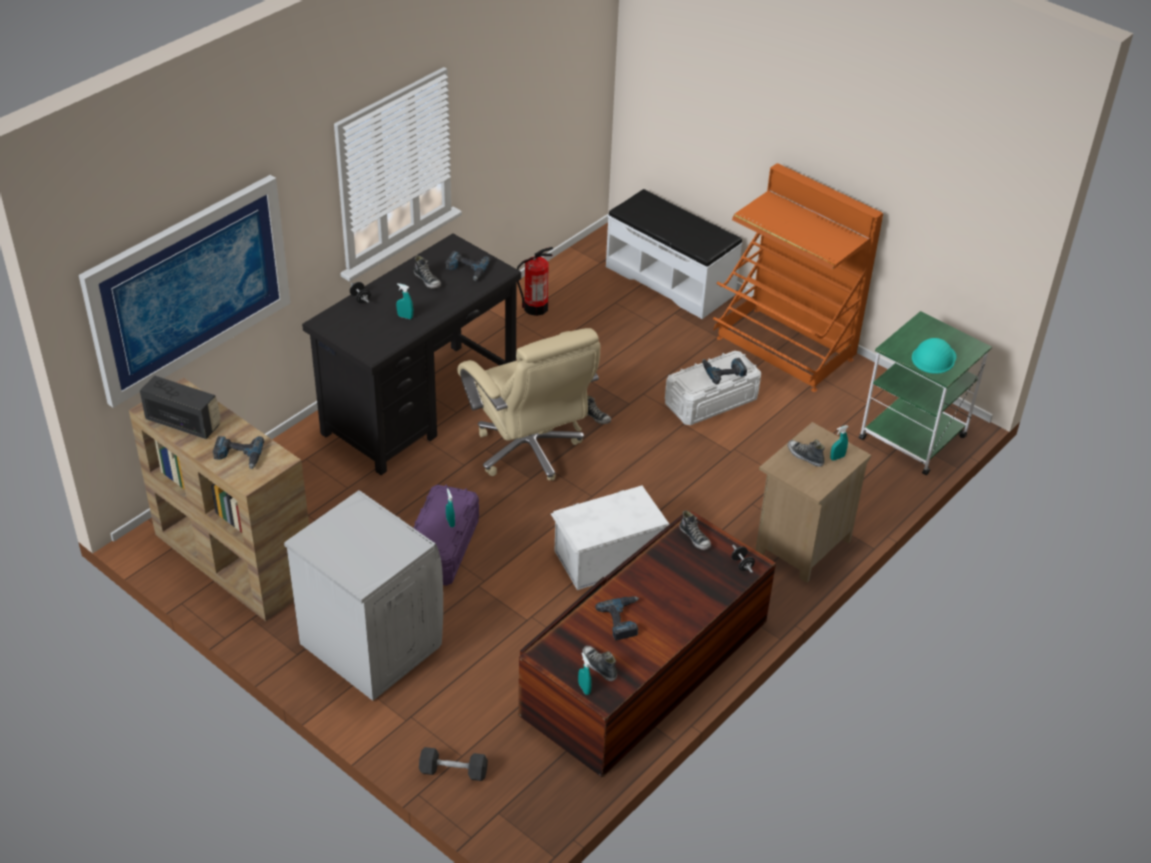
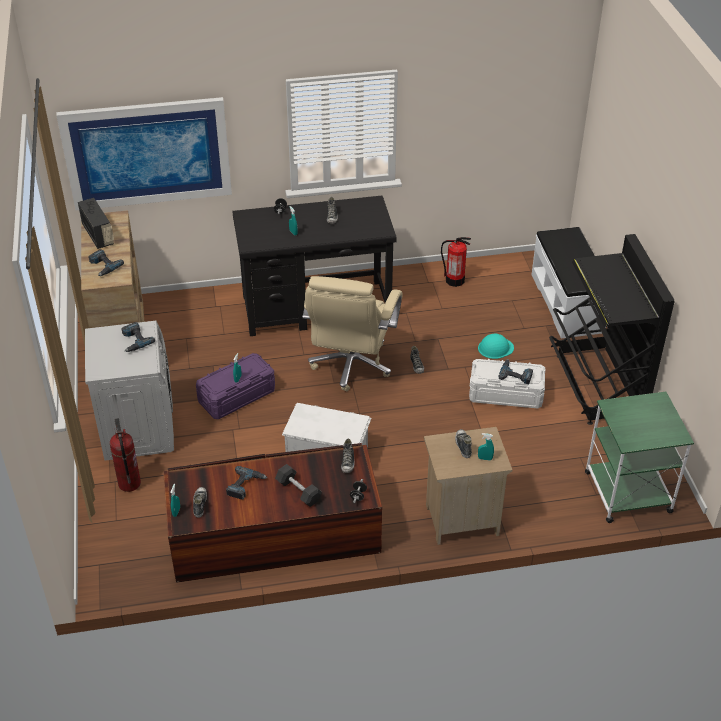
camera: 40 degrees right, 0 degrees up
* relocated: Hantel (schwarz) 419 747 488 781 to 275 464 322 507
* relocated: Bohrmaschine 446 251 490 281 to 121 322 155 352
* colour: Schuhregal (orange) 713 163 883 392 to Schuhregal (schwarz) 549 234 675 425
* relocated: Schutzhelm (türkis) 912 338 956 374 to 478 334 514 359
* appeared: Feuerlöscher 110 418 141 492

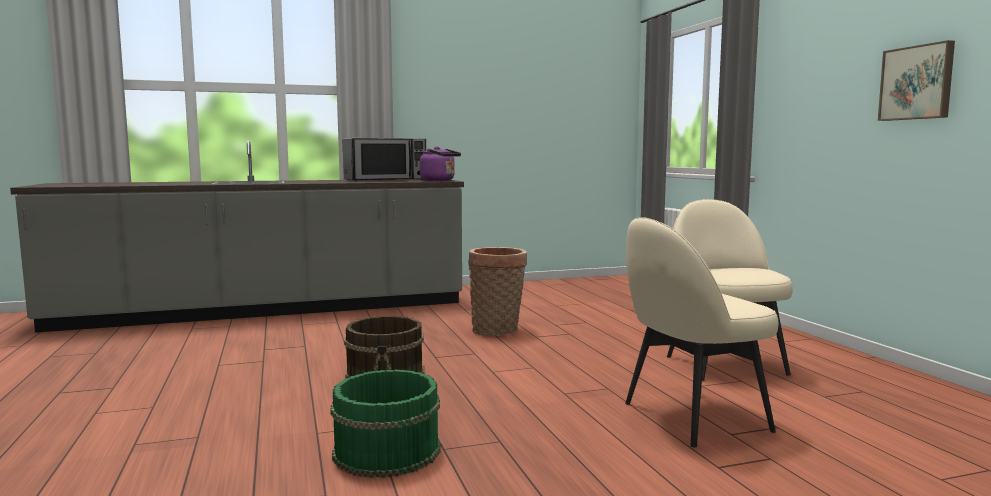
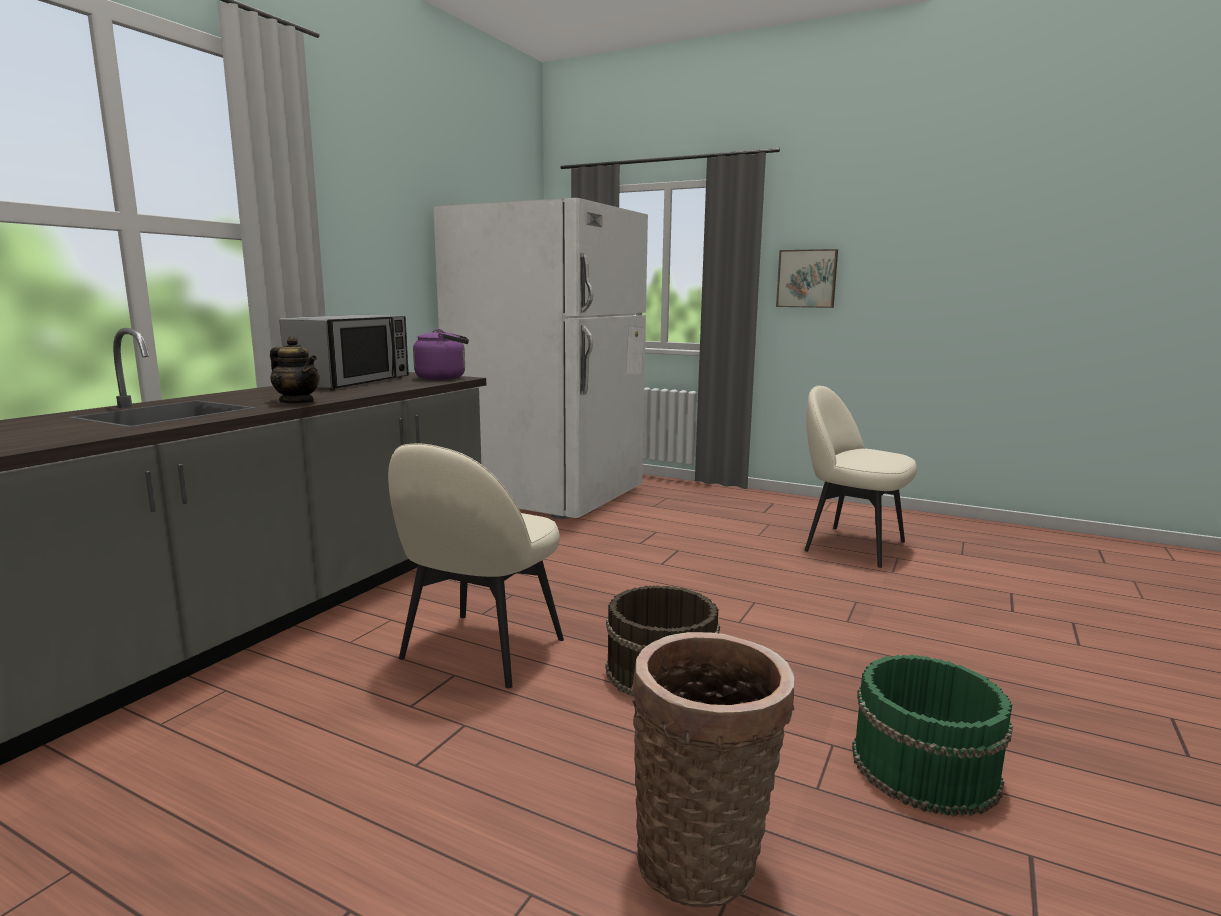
camera: 45 degrees left, 5 degrees up
* relocated: Korb 468 247 527 336 to 631 632 795 908
* relocated: Stuhl (beige) 625 217 778 448 to 388 444 564 688
* relocated: Bild 878 40 955 121 to 776 249 838 308
* appeared: Teekanne 270 336 320 403
* appeared: Kühlschrank (weiß) 434 198 648 519

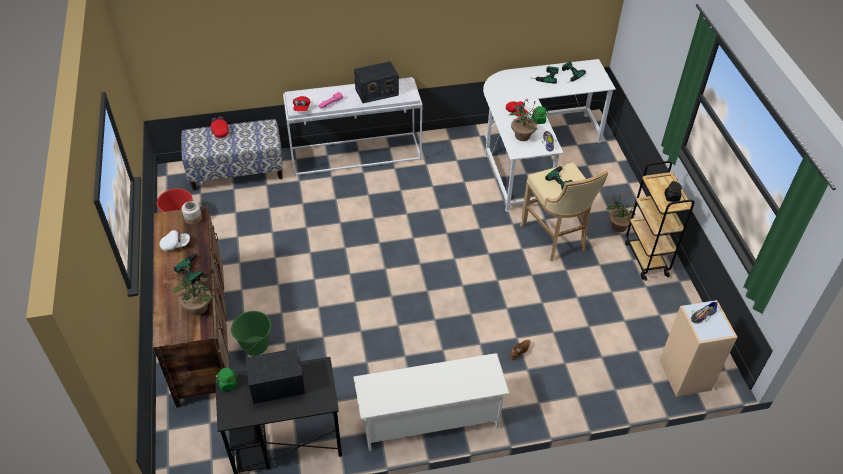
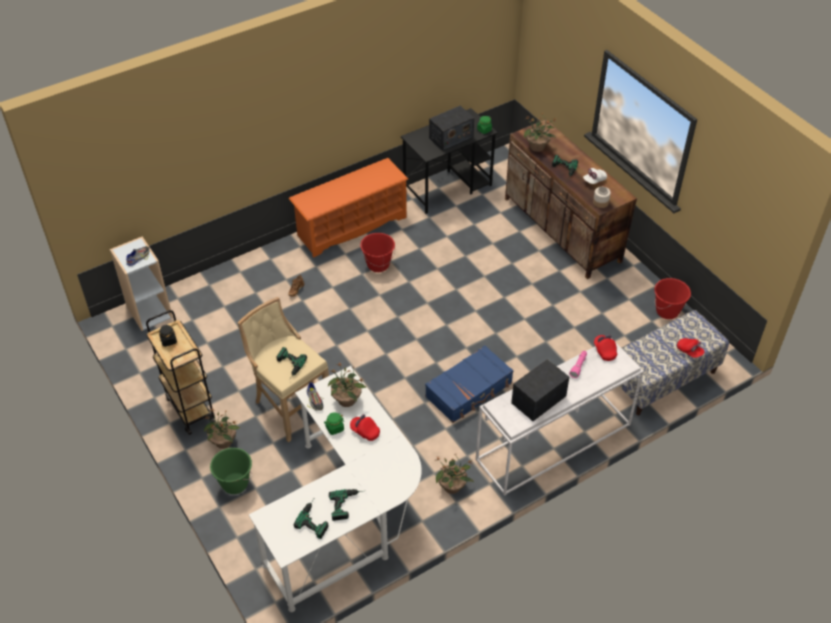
camera: 160 degrees right, 0 degrees up
* relocated: Eimer (grün) 231 311 271 356 to 210 448 252 494
* colour: Schuhregal (weiß) 354 353 510 451 to Schuhregal (orange) 289 158 408 258
* appeared: Eimer (rot) 360 233 395 272
* appeared: Koffer (blau) 425 345 513 423
* appeared: Topfpflanze 435 454 474 494

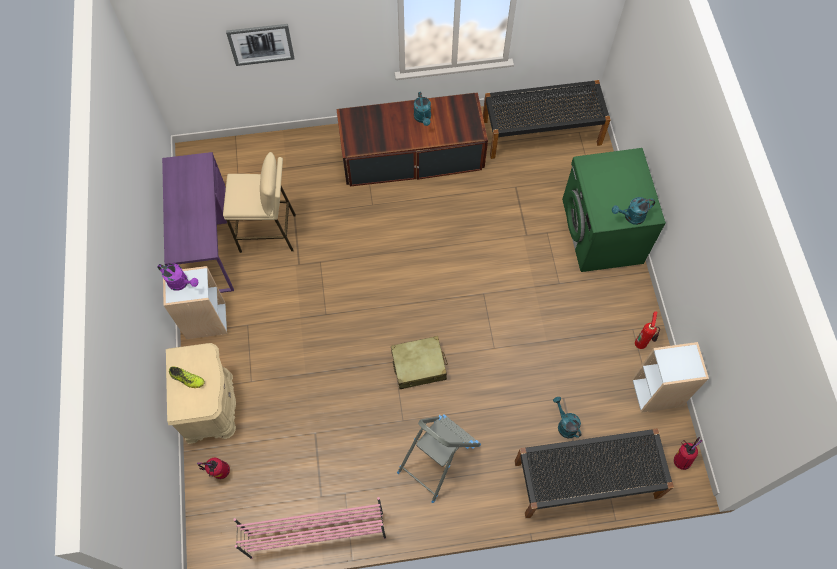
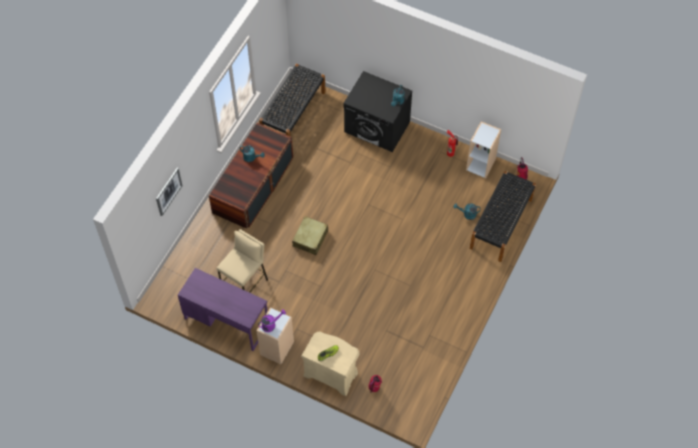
camera: 55 degrees left, 5 degrees down
* missing: Schuhregal (rosa) 233 497 386 559
* relocated: Koffer (beige) 391 336 448 389 to 292 216 328 255
* missing: Trittleiter (grau) 397 414 481 503
* colour: Waschmaschine (grün) 562 148 666 272 to Waschmaschine (schwarz) 344 71 412 152

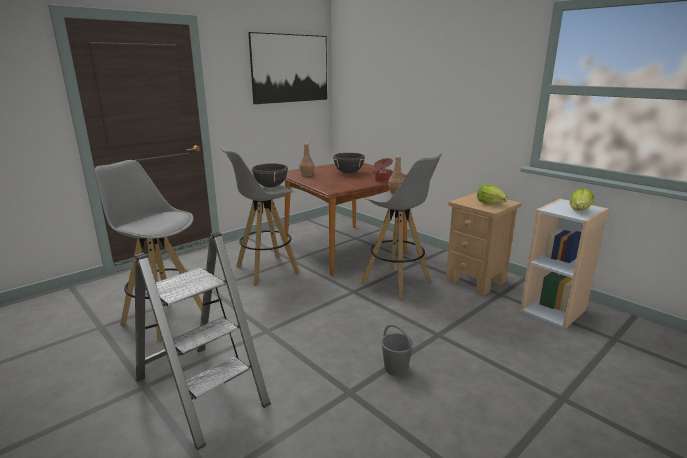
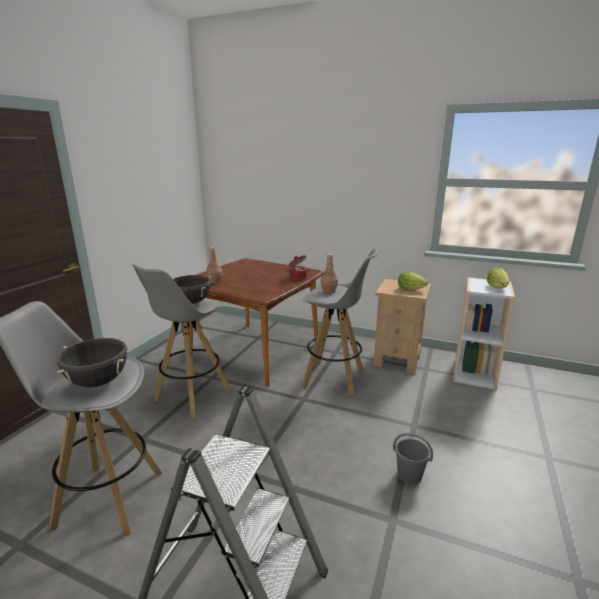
camera: 25 degrees left, 0 degrees up
* missing: Bild 248 32 327 104
* relocated: Kochtopf (schwarz) 333 153 365 173 to 56 337 127 387

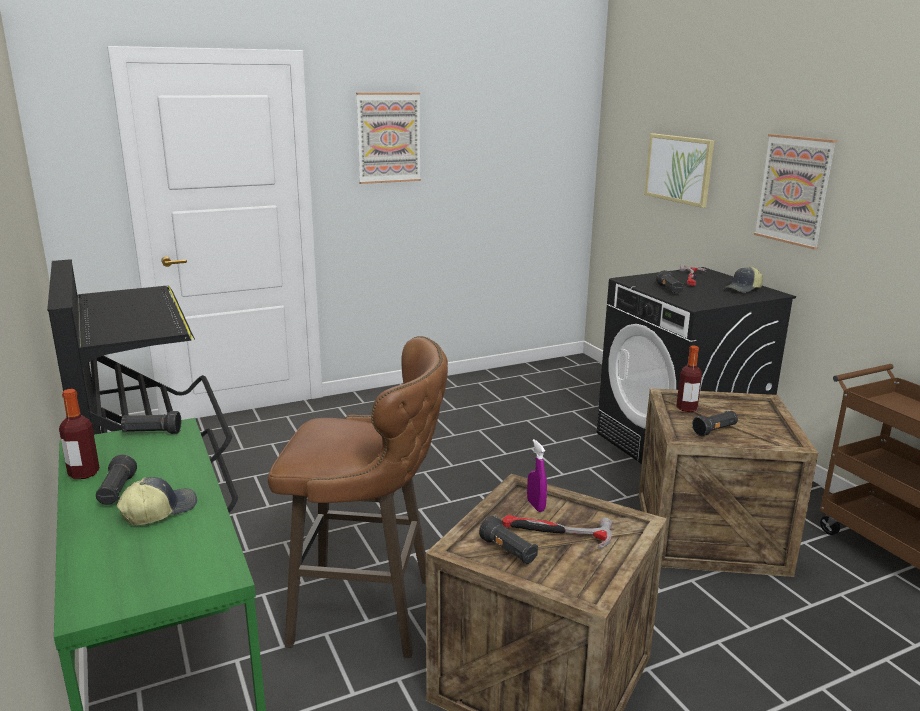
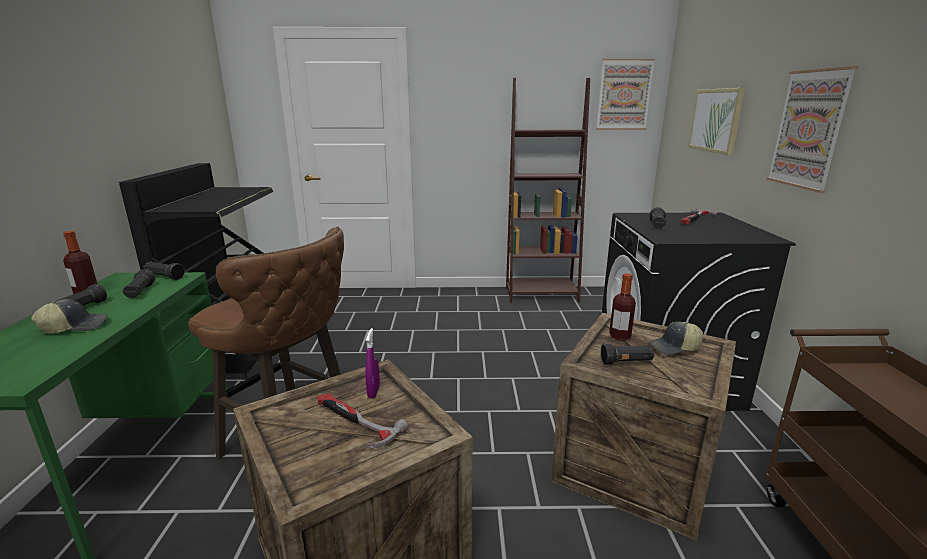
camera: 25 degrees right, 0 degrees up
* relocated: Bild 356 93 421 184 to 596 59 655 130
* relocated: Taschenlampe (schwarz) 479 516 538 564 to 123 269 155 298
* relocated: Kappe 724 266 763 293 to 648 322 703 355
* appeared: Bücherregal (braun) 506 78 590 303

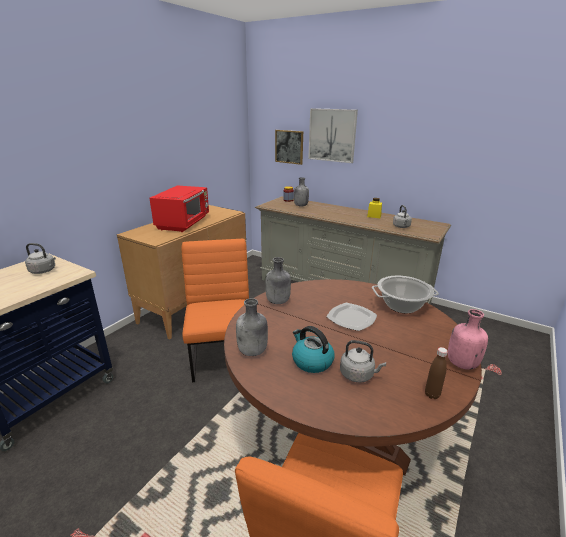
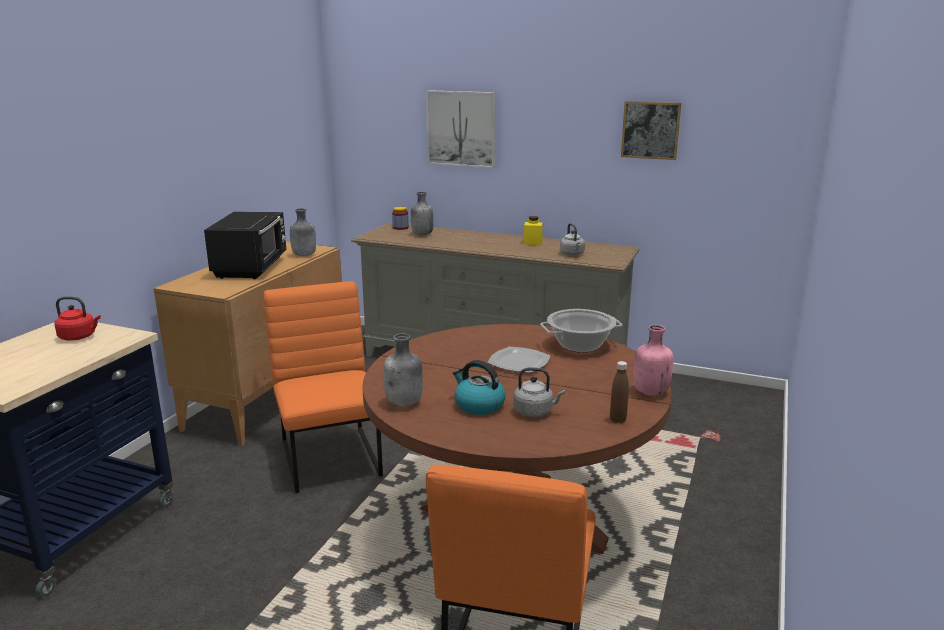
camera: 10 degrees left, 5 degrees down
* colour: Wasserkessel (grau) 25 243 56 274 to Wasserkessel (rot) 54 297 101 341
* colour: Mikrowelle (rot) 149 186 209 232 to Mikrowelle (schwarz) 204 211 286 279
* relocated: Flasche (grau) 265 257 291 304 to 290 208 316 256
* relocated: Bild 275 130 303 165 to 621 101 681 160

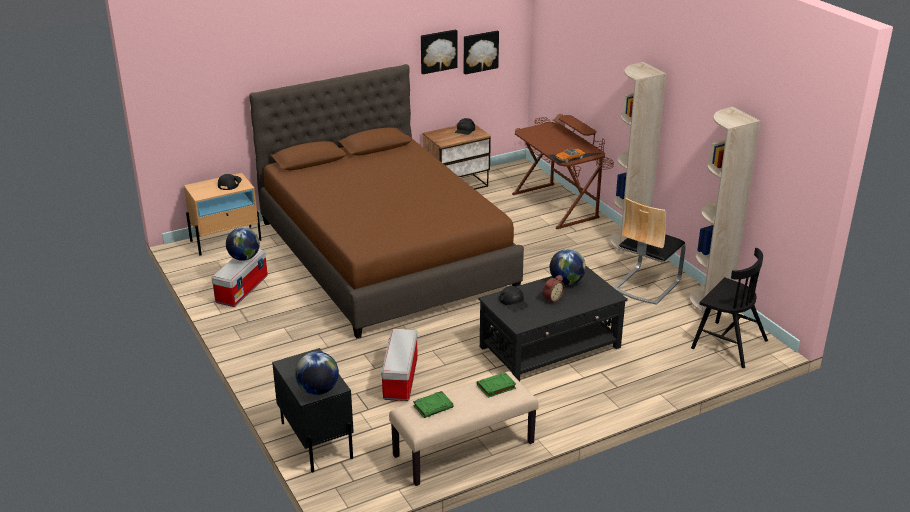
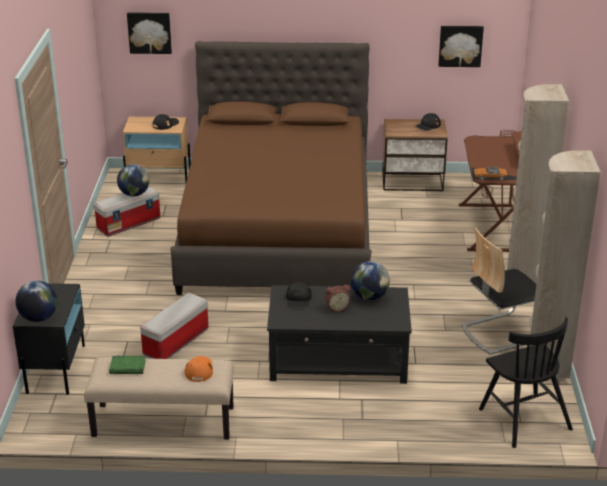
camera: 30 degrees right, 0 degrees up
* relocated: Bild 421 29 457 74 to 127 12 172 54
* exchanged: Buch (grün) 477 372 516 398 to Kappe (orange) 185 356 213 382

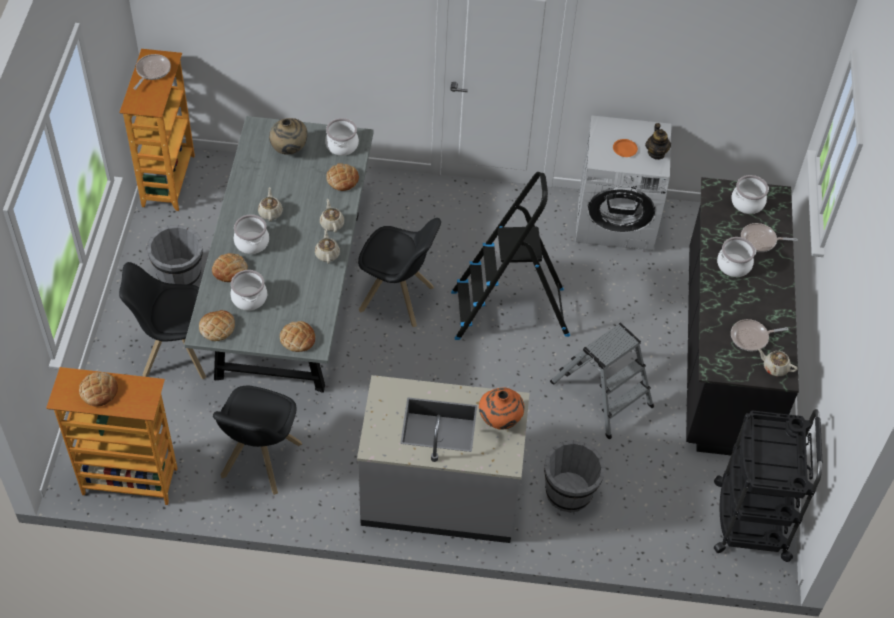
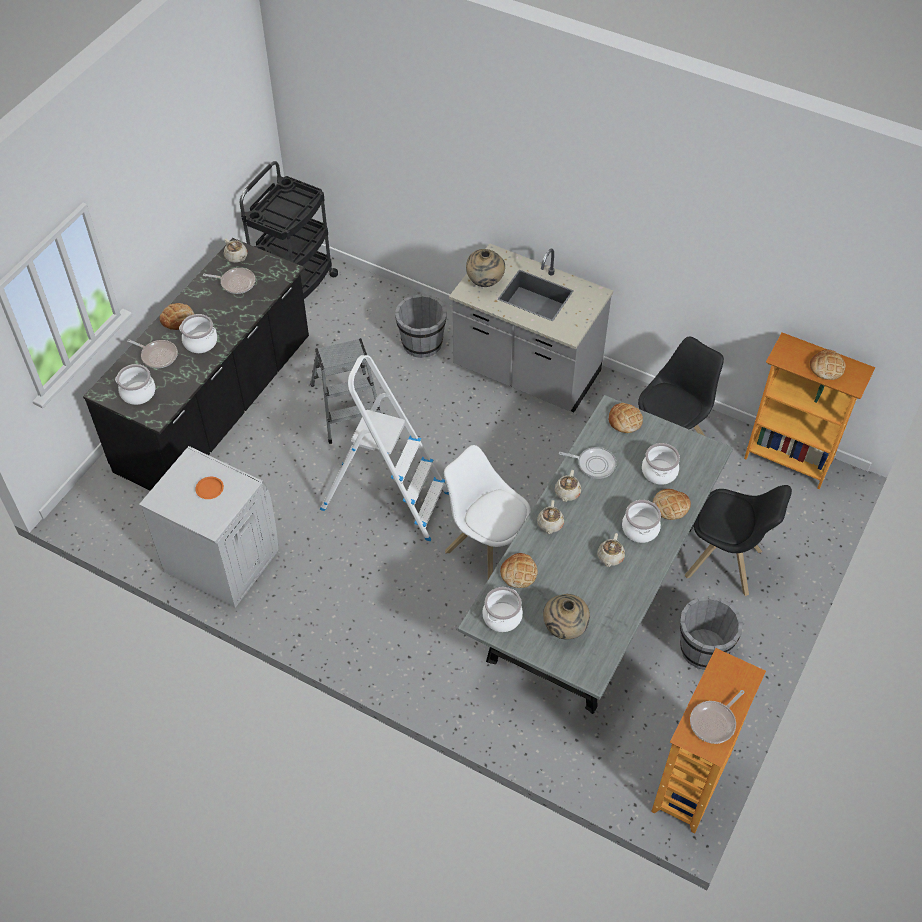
camera: 155 degrees left, 0 degrees up
* relocated: Brot 199 310 235 341 to 160 303 194 330
* colour: Stuhl (schwarz) 358 218 441 327 to Stuhl (weiß) 444 445 531 579
* colour: Trittleiter (schwarz) 451 172 570 340 to Trittleiter (weiß) 320 355 449 541
* colour: Vase (orange) 479 388 524 430 to Vase (beige) 466 249 505 287
* missing: Teekanne 645 123 671 160
* appeared: Pfanne 559 447 616 479

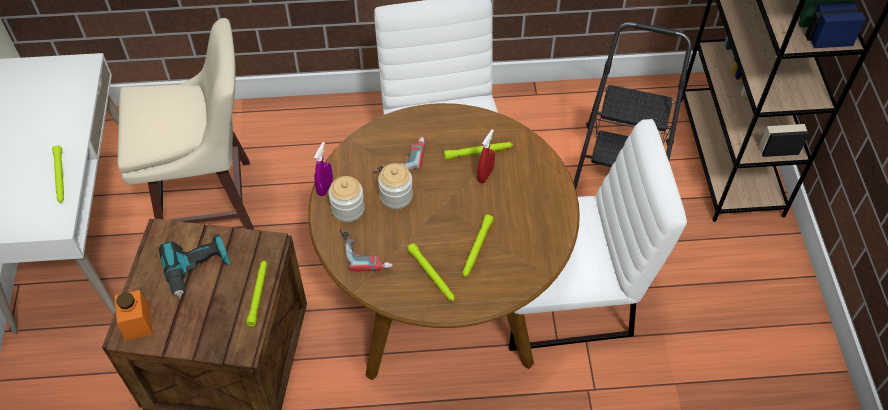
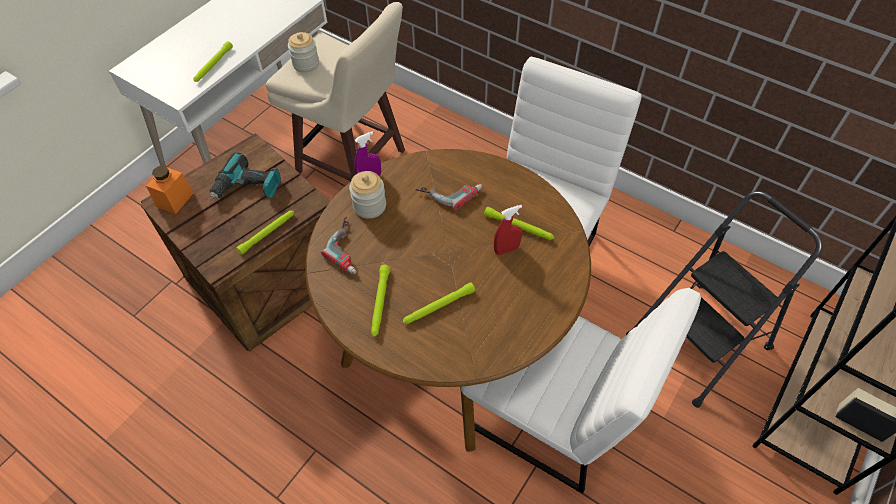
camera: 40 degrees right, 0 degrees up
* relocated: Vorratsglas 378 163 413 209 to 288 32 319 73

